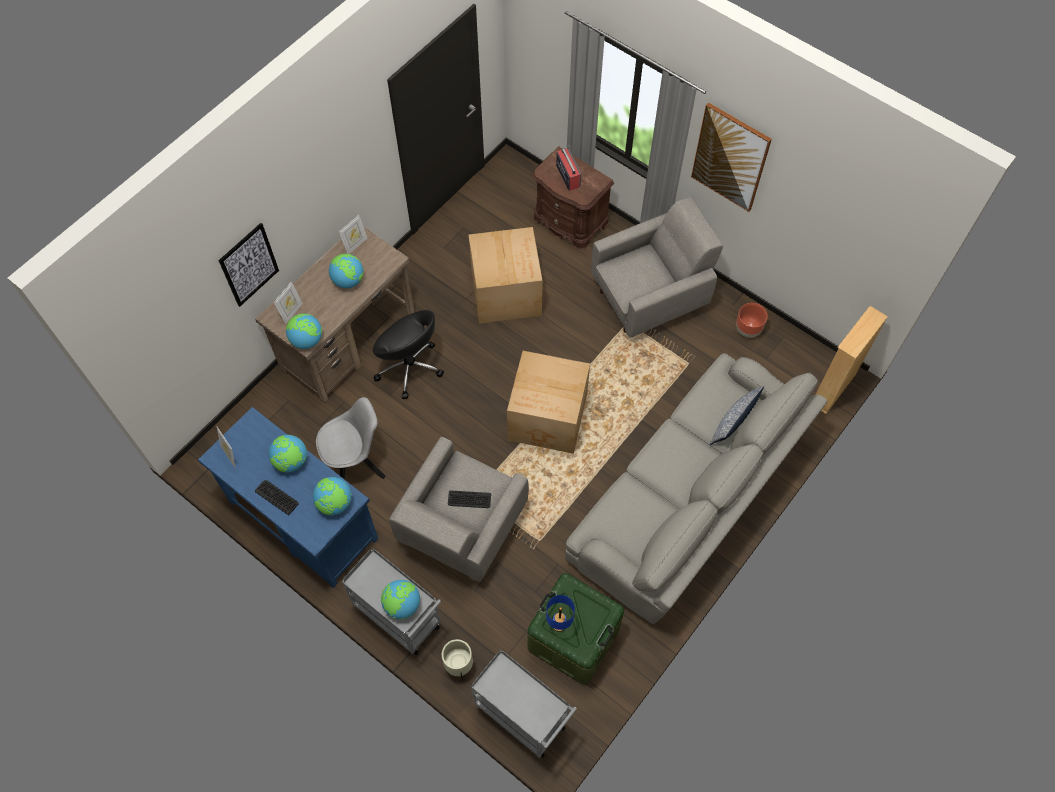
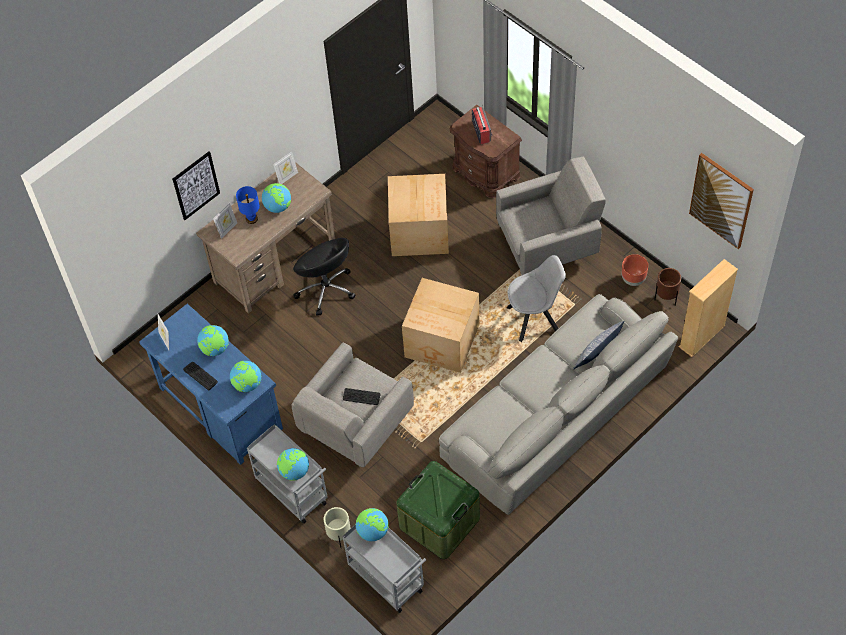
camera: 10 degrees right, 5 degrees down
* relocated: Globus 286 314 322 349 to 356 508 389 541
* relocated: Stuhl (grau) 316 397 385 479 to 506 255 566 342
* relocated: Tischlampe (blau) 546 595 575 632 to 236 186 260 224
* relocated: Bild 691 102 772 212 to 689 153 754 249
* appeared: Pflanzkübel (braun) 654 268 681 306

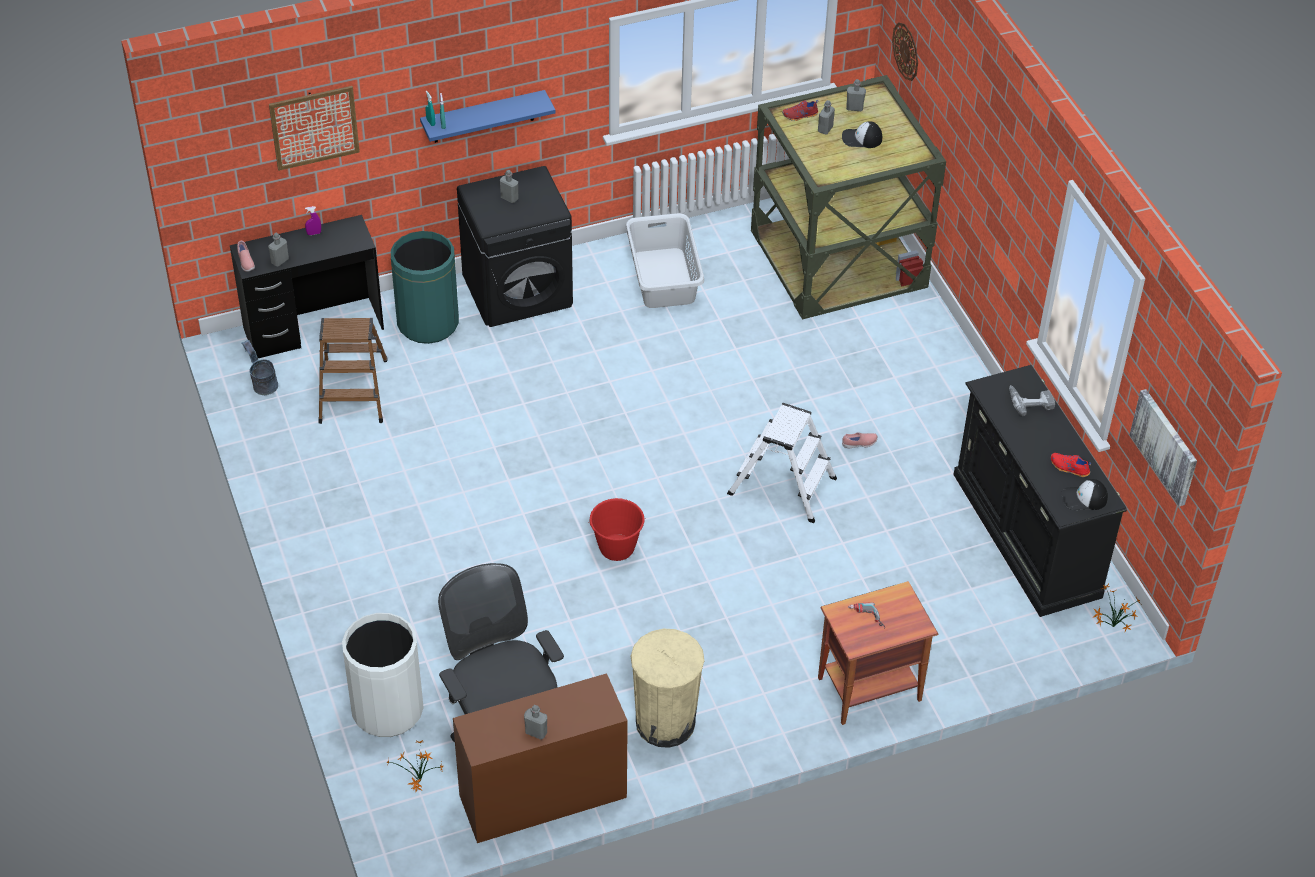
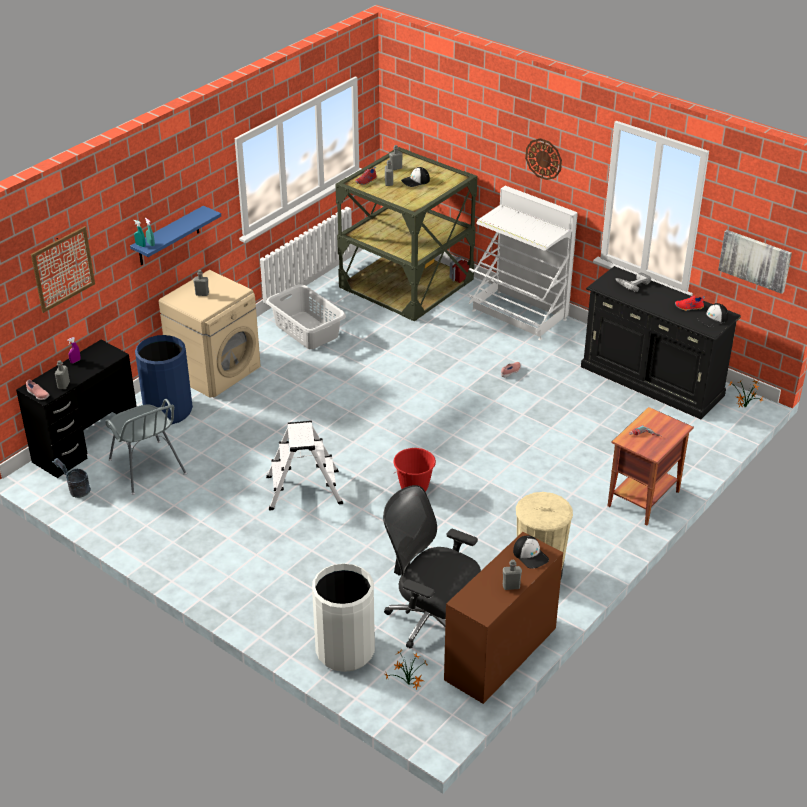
camera: 30 degrees left, 10 degrees down
* exchanged: Trittleiter (braun) 319 318 388 424 to Stuhl (grau) 105 399 187 495
* colour: Mülleimer (grün) 391 231 459 344 to Mülleimer (blau) 135 335 193 424
* colour: Waschmaschine (schwarz) 457 166 573 327 to Waschmaschine (beige) 159 270 261 398
* relocated: Trittleiter (weiß) 727 402 837 523 to 266 421 343 510
* relocated: Wanduhr 892 22 918 81 to 525 138 562 180
* appeared: Schuhregal (weiß) 468 186 578 340
* appeared: Kappe 513 535 549 568

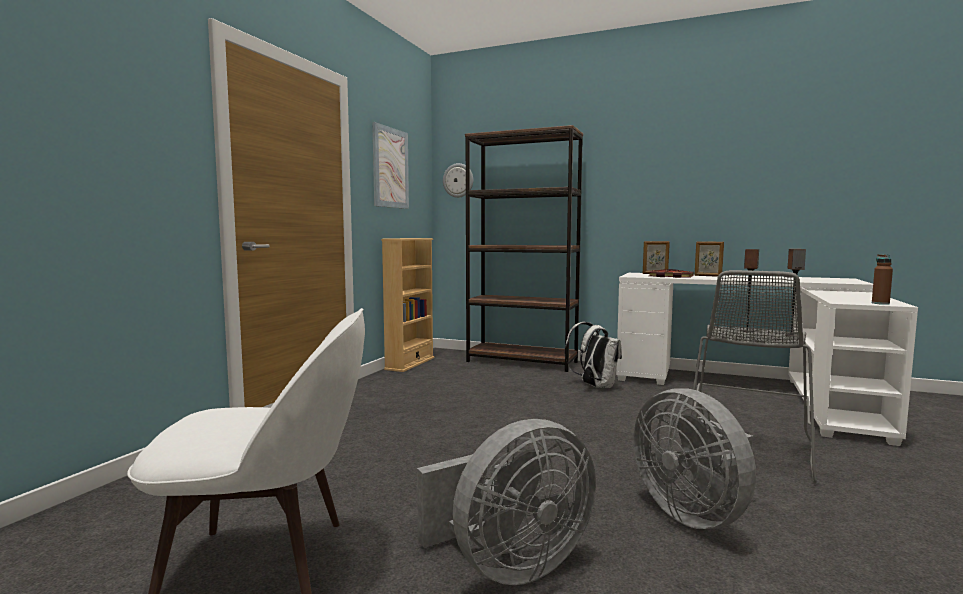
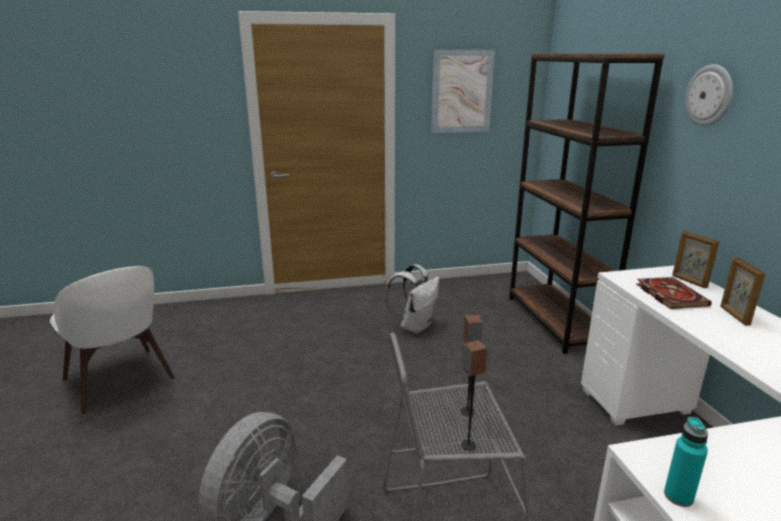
camera: 55 degrees right, 15 degrees up
* missing: Bücherregal (beige) 381 238 435 372
* missing: Ventilator (grau) 417 419 596 585
* relocated: Wanduhr 443 163 473 198 to 685 64 733 127
* relocated: Rucksack (weiß) 564 322 622 388 to 386 264 440 334
* colour: Flasche (braun) 872 254 893 305 to Flasche (türkis) 664 417 708 507

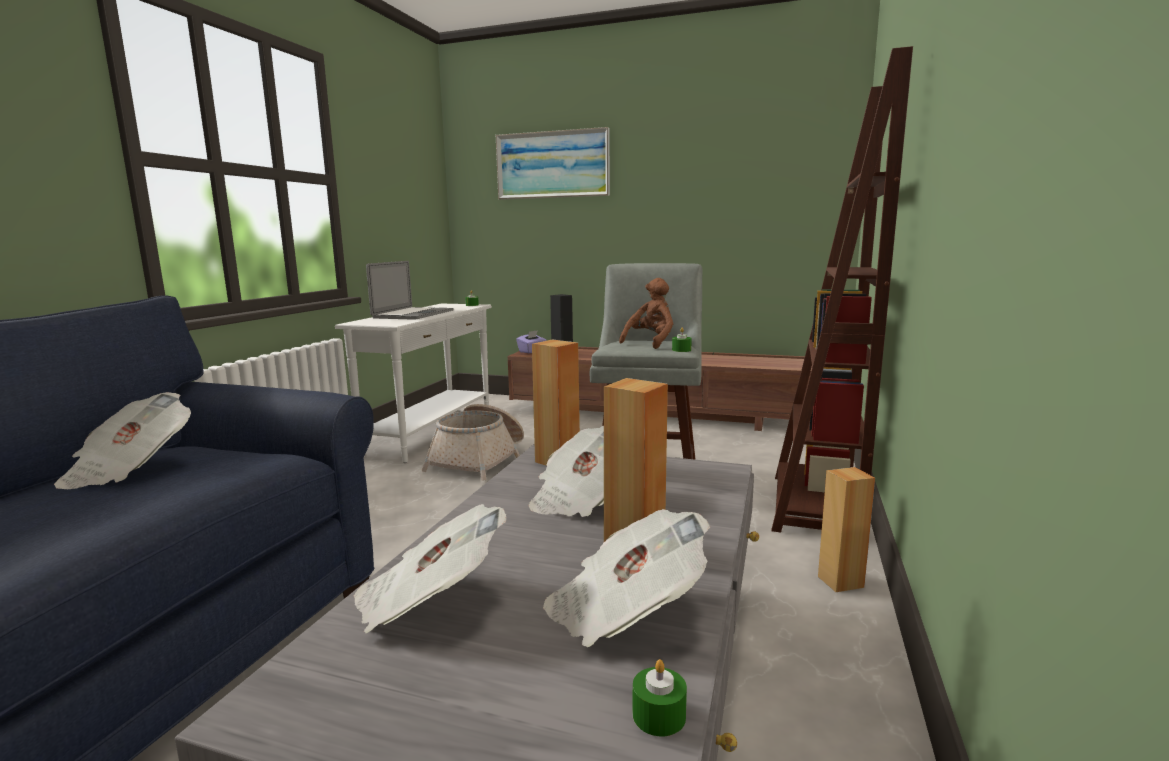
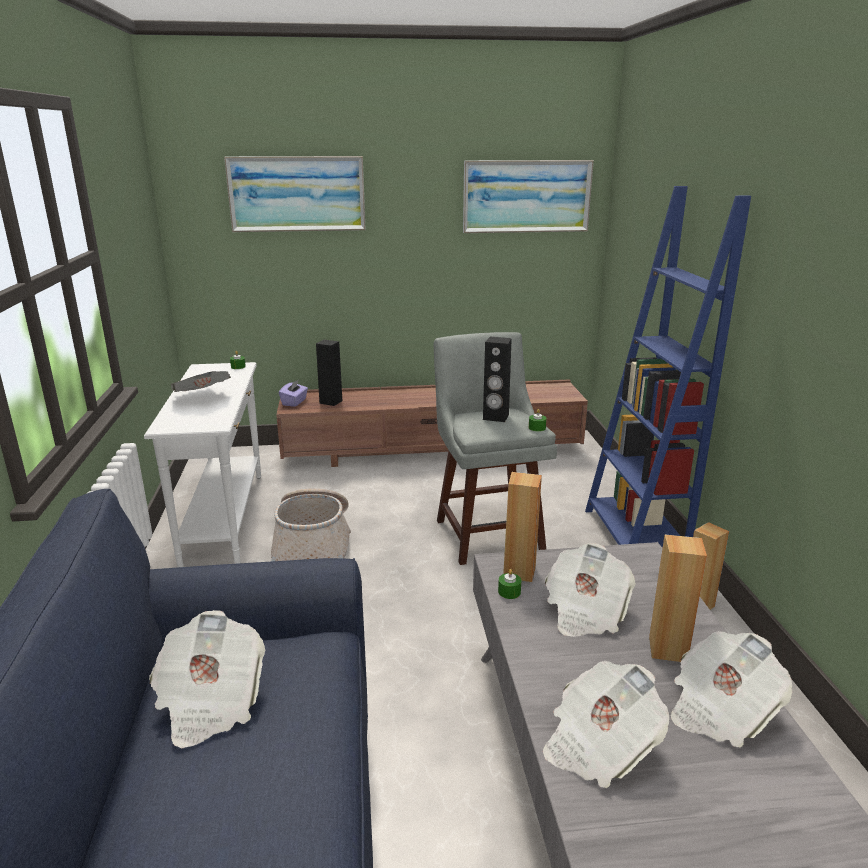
camera: 25 degrees left, 10 degrees up
* exchanged: Laptop 366 261 454 320 to Zeitung 171 371 231 392
* exchanged: Plüschtier (braun) 619 278 673 349 to Lautsprecher (schwarz) 483 337 512 422
* relocated: Kerze (grün) 633 659 687 736 to 498 569 521 599
* colour: Bücherregal (braun) 771 46 913 532 to Bücherregal (blau) 585 186 751 548
* appeared: Bild 463 160 594 233

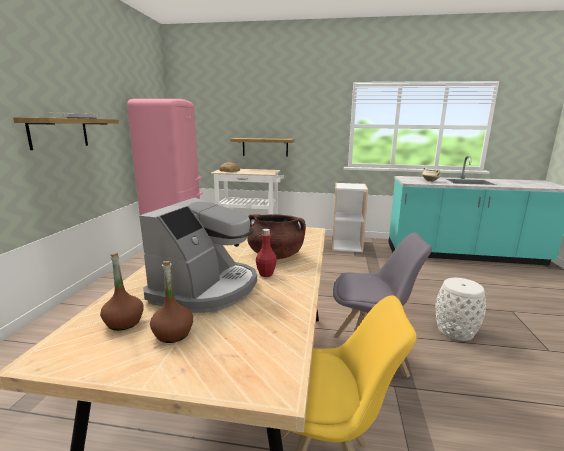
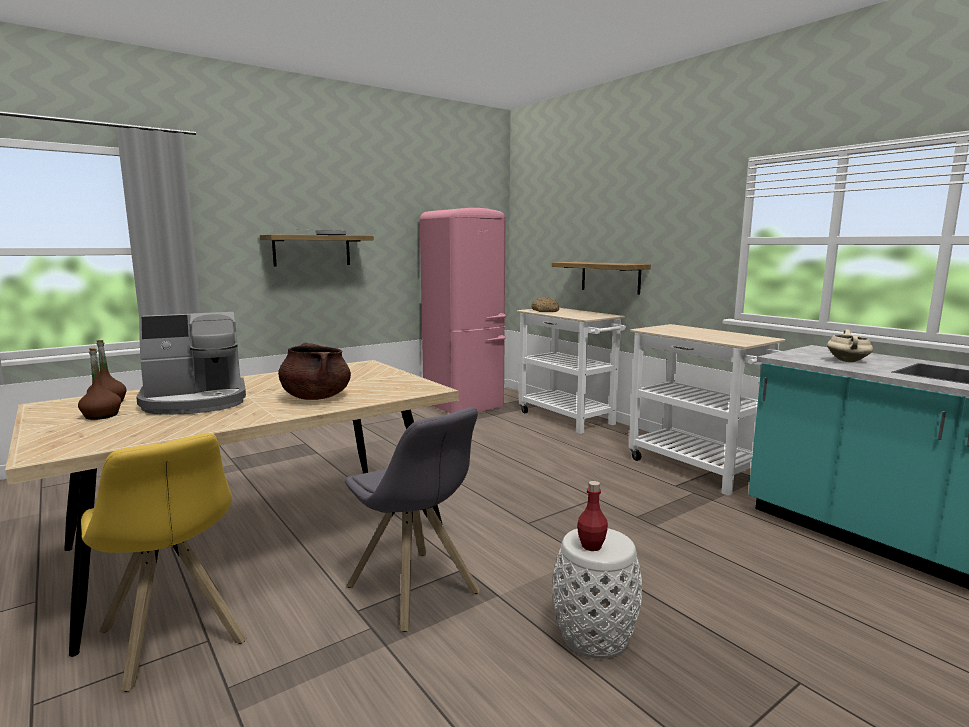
camera: 45 degrees right, 5 degrees down
* relocated: Flasche (rot) 256 229 277 277 to 577 481 608 551
* exchanged: Bücherregal 332 183 368 252 to Rollwagen (weiß) 629 324 785 496

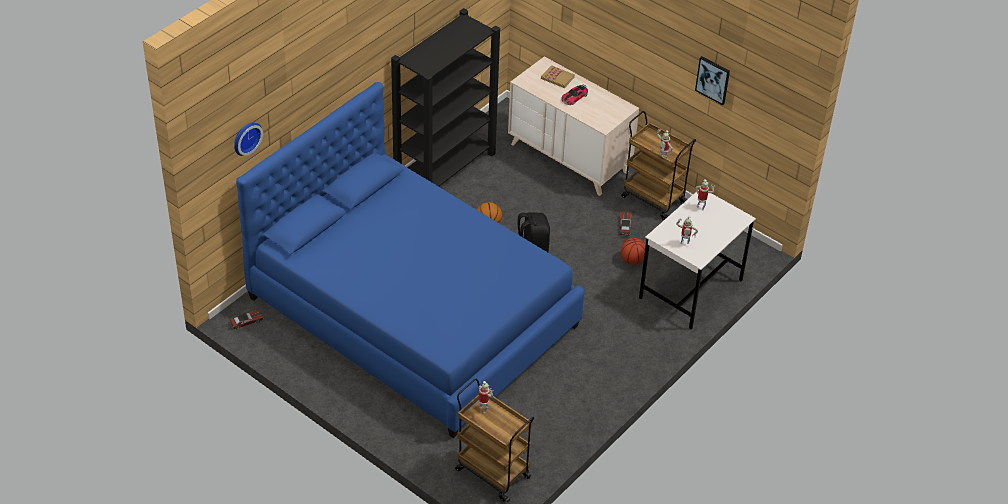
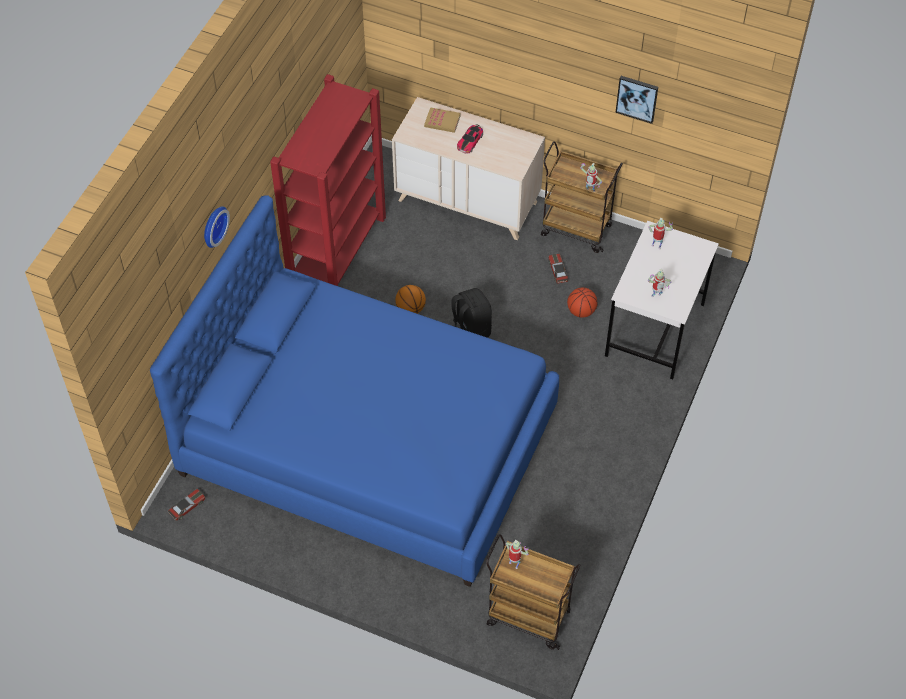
camera: 15 degrees left, 10 degrees up
* relocated: Wanduhr 234 122 263 156 to 204 206 230 248
* colour: Bücherregal (schwarz) 391 8 500 187 to Bücherregal (rot) 270 74 386 286

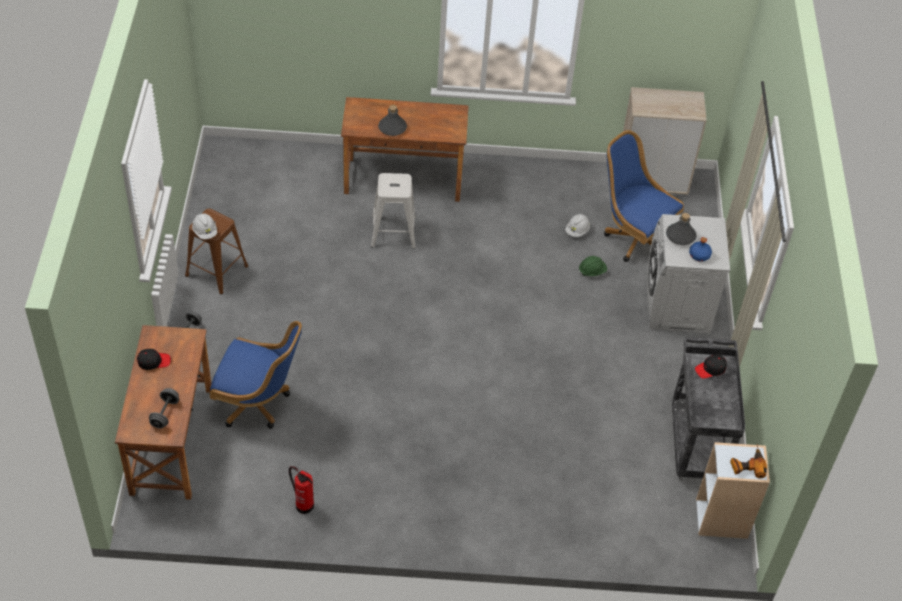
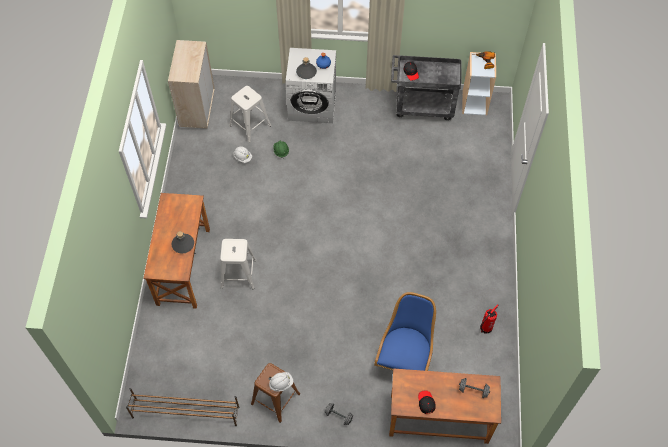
camera: 85 degrees left, 10 degrees up
* exchanged: Bürostuhl (blau) 604 130 684 262 to Hocker (weiß) 229 86 271 143
* appeared: Schuhregal (braun) 126 388 239 426

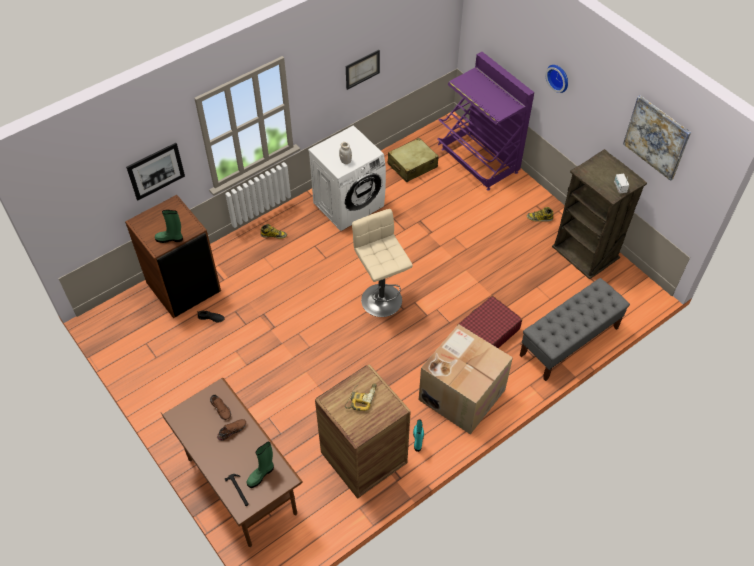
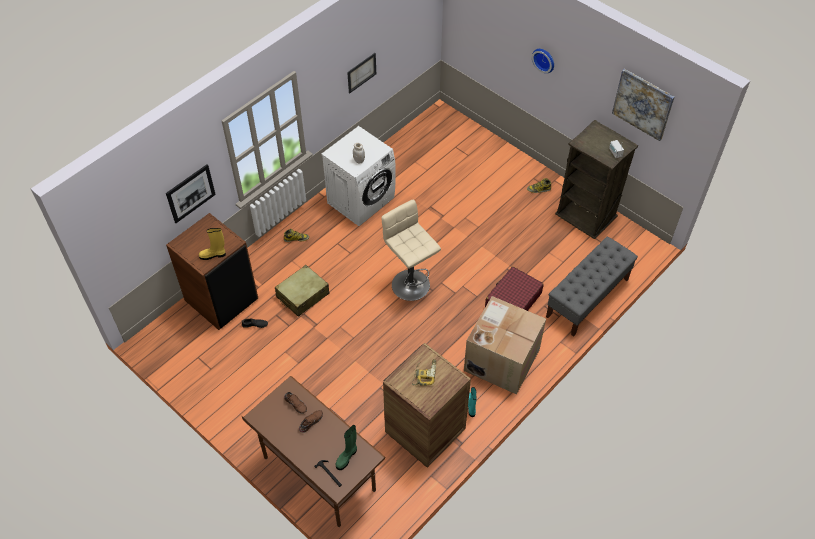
camera: 10 degrees left, 0 degrees up
* colour: Stiefel (grün) 155 210 183 243 to Stiefel (gelb) 199 228 226 260
* relocated: Koffer (beige) 388 138 439 182 to 275 265 329 317
* missing: Schuhregal (lila) 437 52 534 191

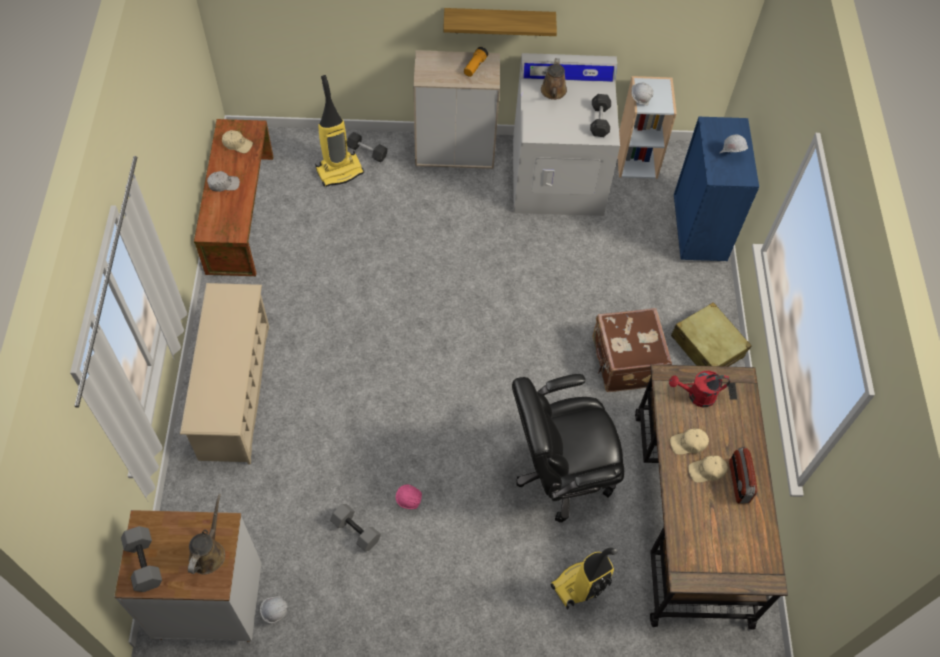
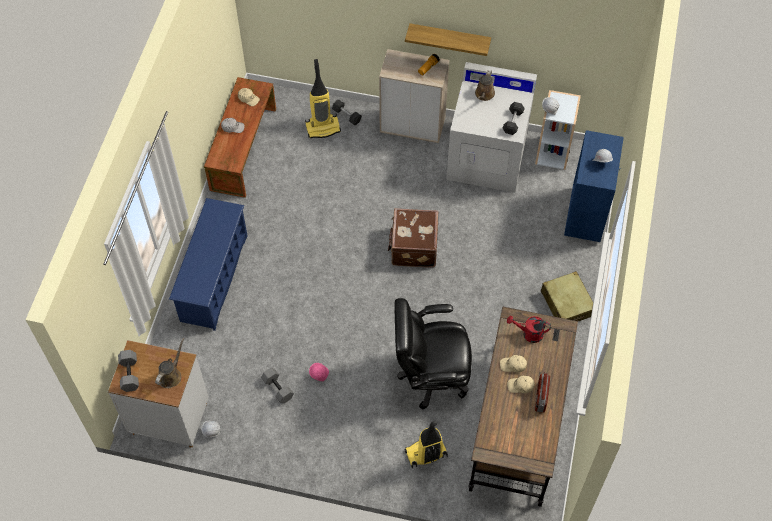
camera: 15 degrees right, 0 degrees up
* colour: Schuhregal (beige) 180 283 269 465 to Schuhregal (blau) 169 198 248 331
* relocated: Koffer (braun) 593 308 672 392 to 388 208 438 267

